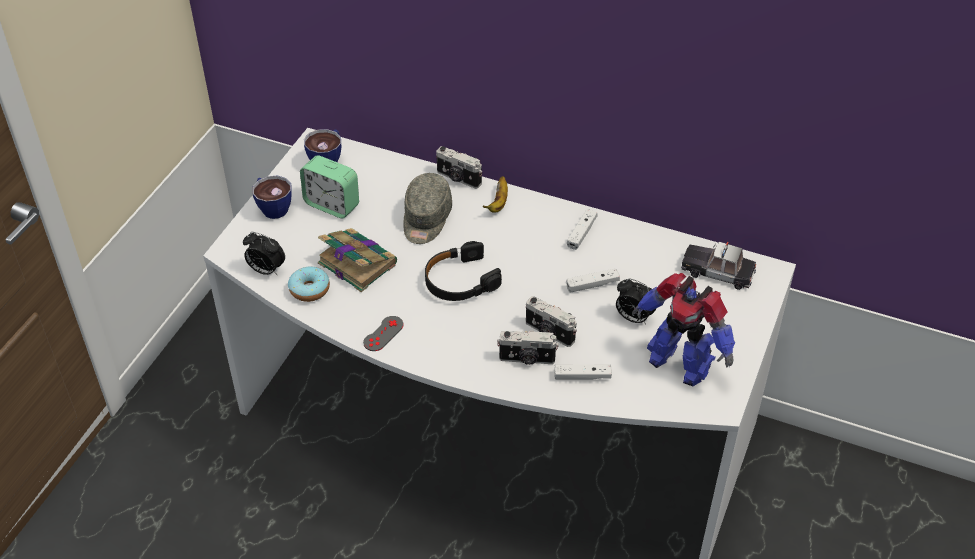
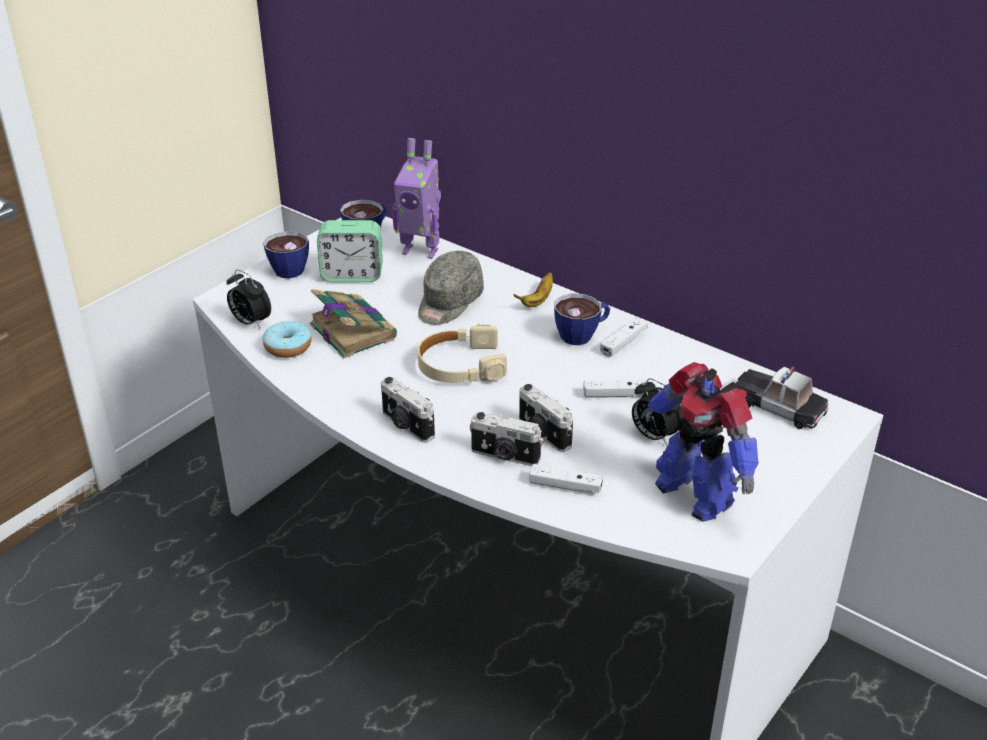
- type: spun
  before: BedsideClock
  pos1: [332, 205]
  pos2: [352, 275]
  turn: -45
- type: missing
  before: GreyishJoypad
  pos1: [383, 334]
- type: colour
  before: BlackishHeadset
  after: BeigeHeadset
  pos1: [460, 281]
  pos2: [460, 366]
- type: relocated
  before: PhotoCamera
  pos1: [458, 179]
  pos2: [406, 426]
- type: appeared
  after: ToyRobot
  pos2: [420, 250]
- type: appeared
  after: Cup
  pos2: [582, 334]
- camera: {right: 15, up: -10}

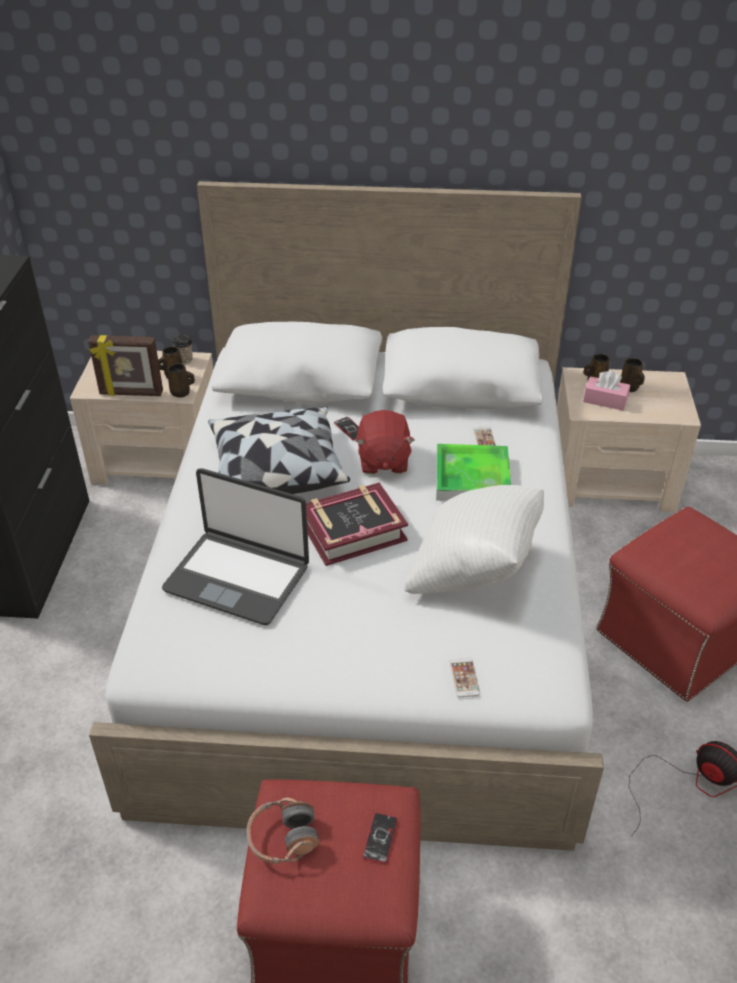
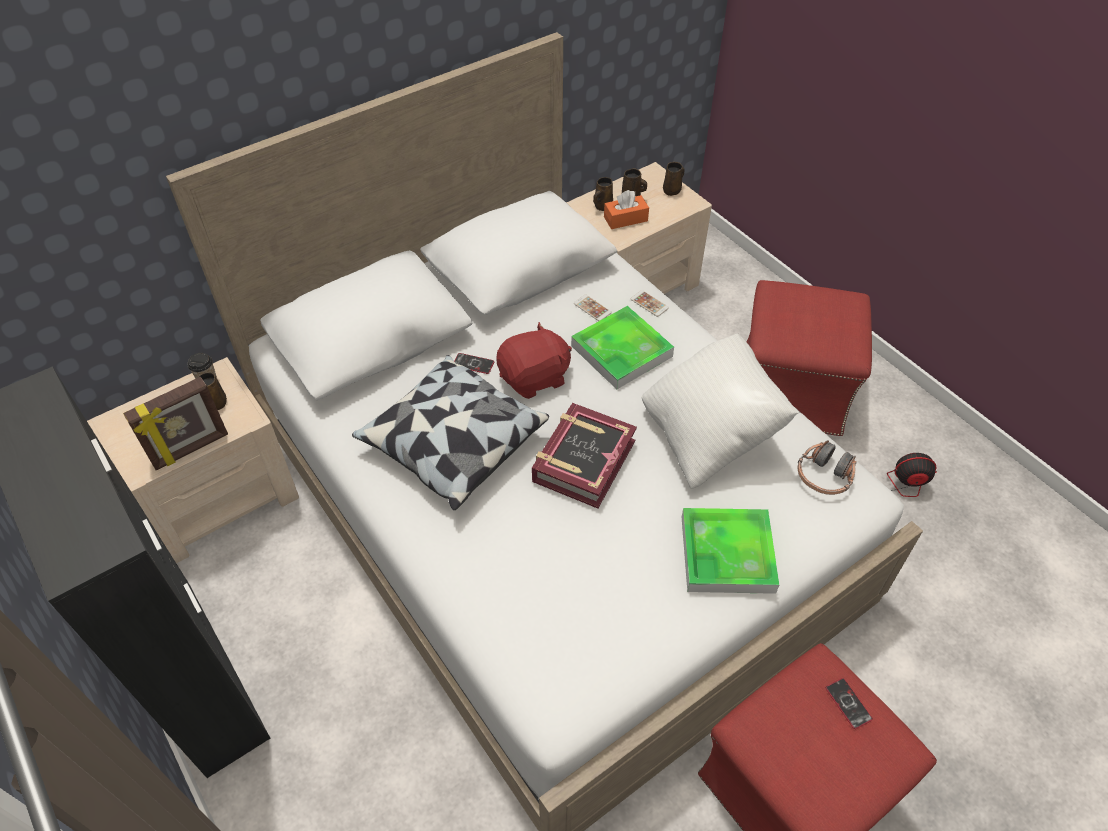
- type: missing
  before: NotebookComputer
  pos1: [238, 577]
- type: relocated
  before: BrownishTeaMug
  pos1: [181, 393]
  pos2: [672, 190]
- type: relocated
  before: Headset
  pos1: [283, 838]
  pos2: [824, 476]
- type: spun
  before: ReddishSoftToy
  pos1: [383, 460]
  pos2: [534, 378]
  turn: -75
- type: relocated
  before: Telephone
  pos1: [464, 678]
  pos2: [649, 303]
- type: colour
  before: PinkColouredBoxOfTissues
  after: OrangeBoxOfTissues
  pos1: [605, 400]
  pos2: [625, 219]
- type: appeared
  after: Tray
  pos2: [727, 554]
- camera: {right: -40, up: 10}

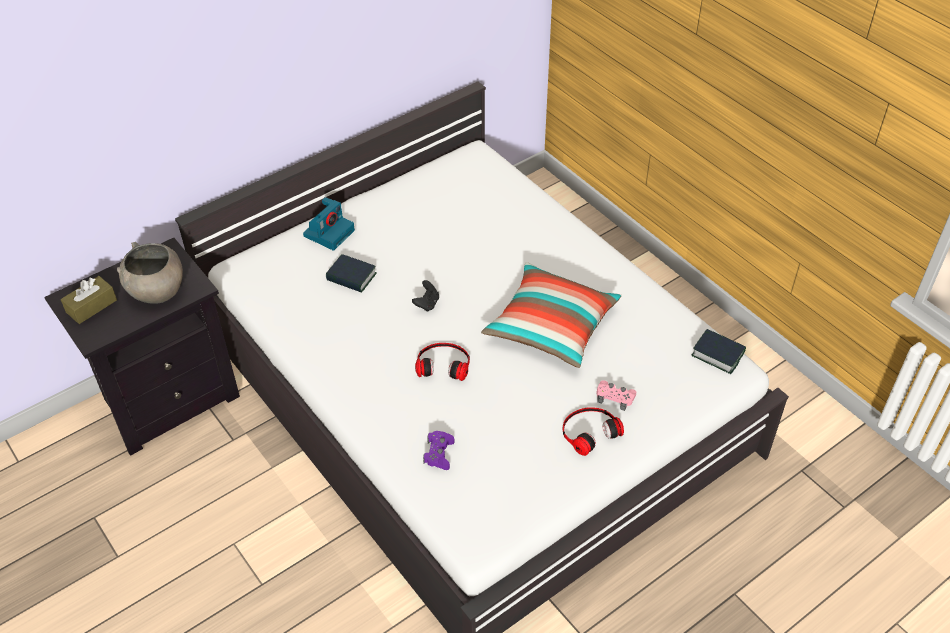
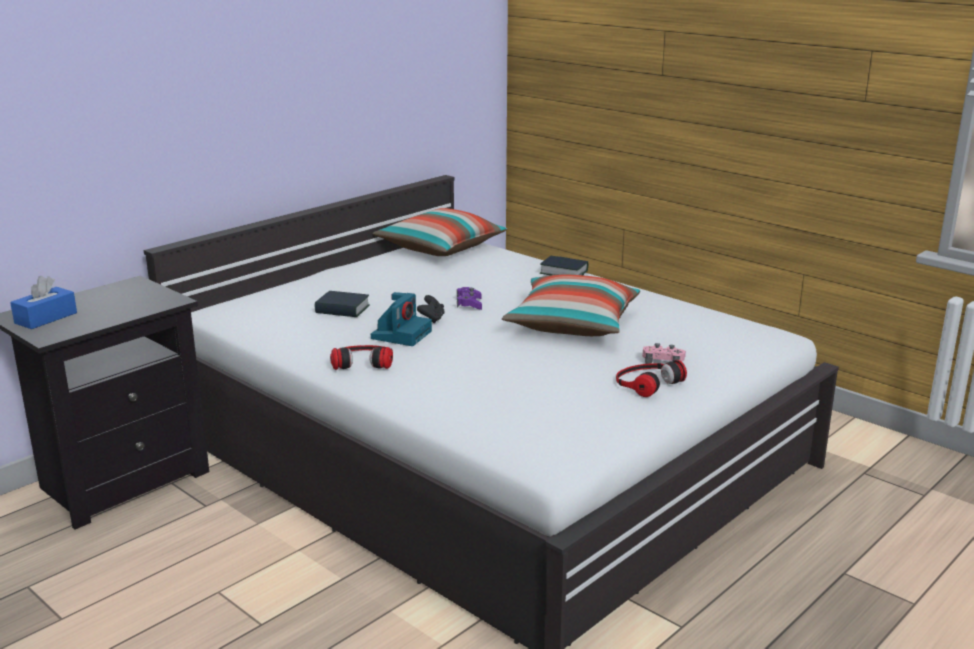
- type: colour
  before: BrownishBoxOfTissues
  after: BluishBoxOfTissues
  pos1: [91, 306]
  pos2: [46, 318]
- type: missing
  before: GreyishDeepDish
  pos1: [157, 292]
- type: relocated
  before: PhotoCamera
  pos1: [329, 232]
  pos2: [401, 334]
- type: relocated
  before: Headset
  pos1: [443, 364]
  pos2: [363, 361]
- type: relocated
  before: PurplishJoypad
  pos1: [439, 453]
  pos2: [469, 303]
- type: relocated
  before: Volume
  pos1: [717, 354]
  pos2: [563, 272]
- type: appeared
  after: Pillow
  pos2: [440, 248]
- camera: {right: -10, up: -25}

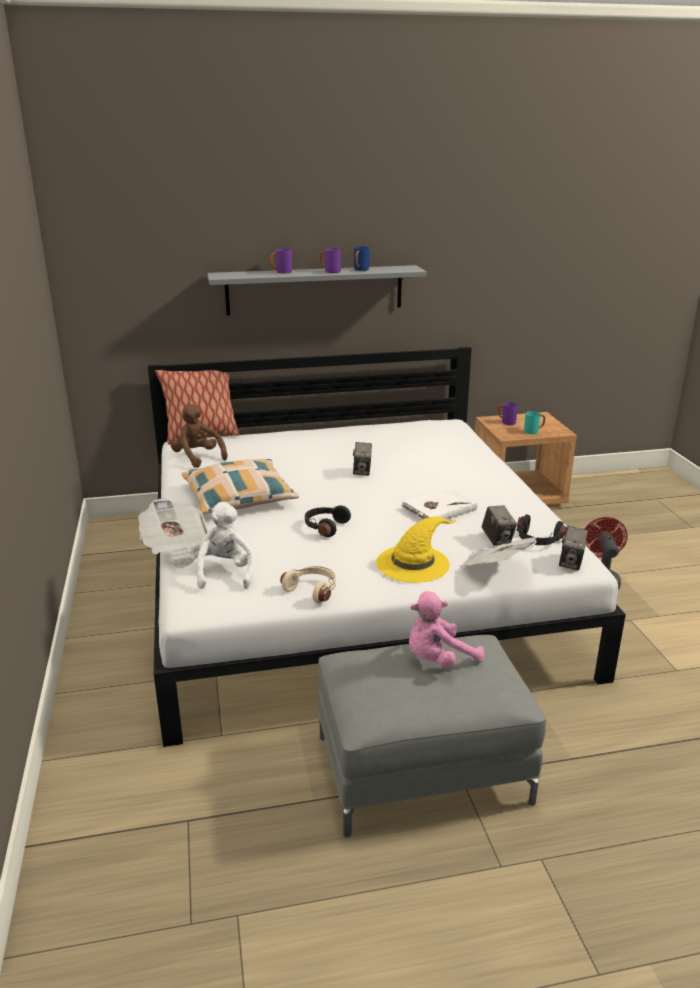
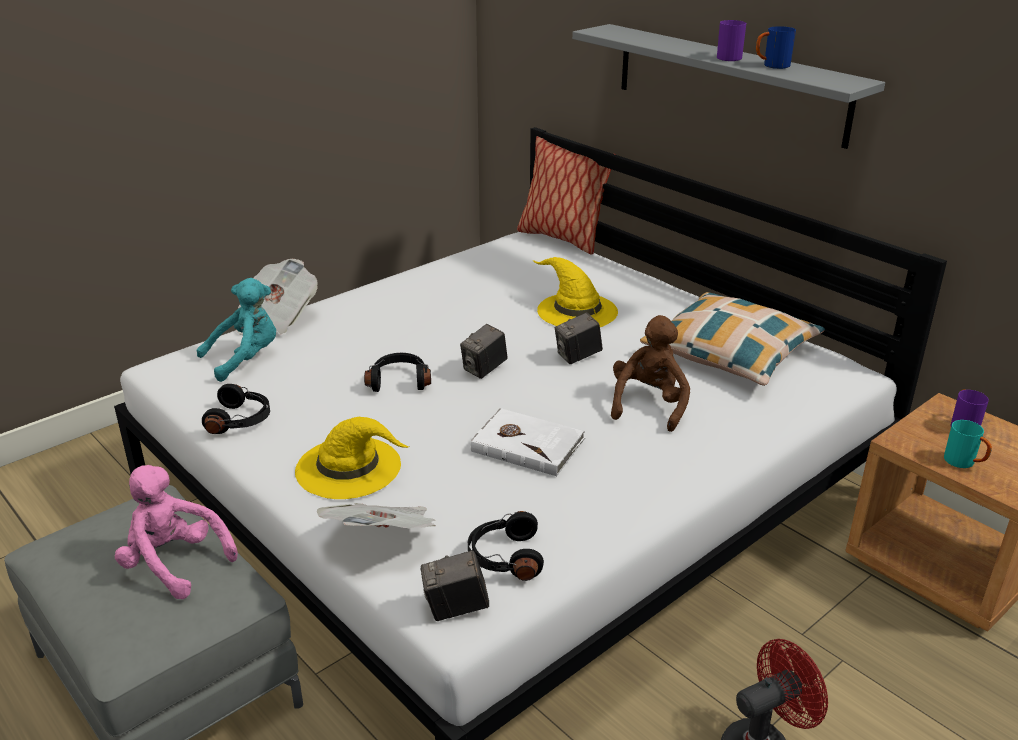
- type: relocated
  before: BrownishSoftToy
  pos1: [198, 458]
  pos2: [649, 405]
- type: relocated
  before: Pillow
  pos1: [239, 497]
  pos2: [730, 352]
- type: colour
  before: WhiteColouredSoftToy
  after: TurquoiseSoftToy
  pos1: [224, 572]
  pos2: [246, 359]
- type: missing
  before: PurplishTeaMug
  pos1: [281, 272]
- type: colour
  before: BeigeHeadset
  after: BlackishHeadset
  pos1: [313, 590]
  pos2: [241, 420]
- type: relocated
  before: PhotoCamera
  pos1: [497, 539]
  pos2: [484, 369]
- type: appeared
  after: YellowWearableHat
  pos2: [576, 310]
- camera: {right: 60, up: 5}

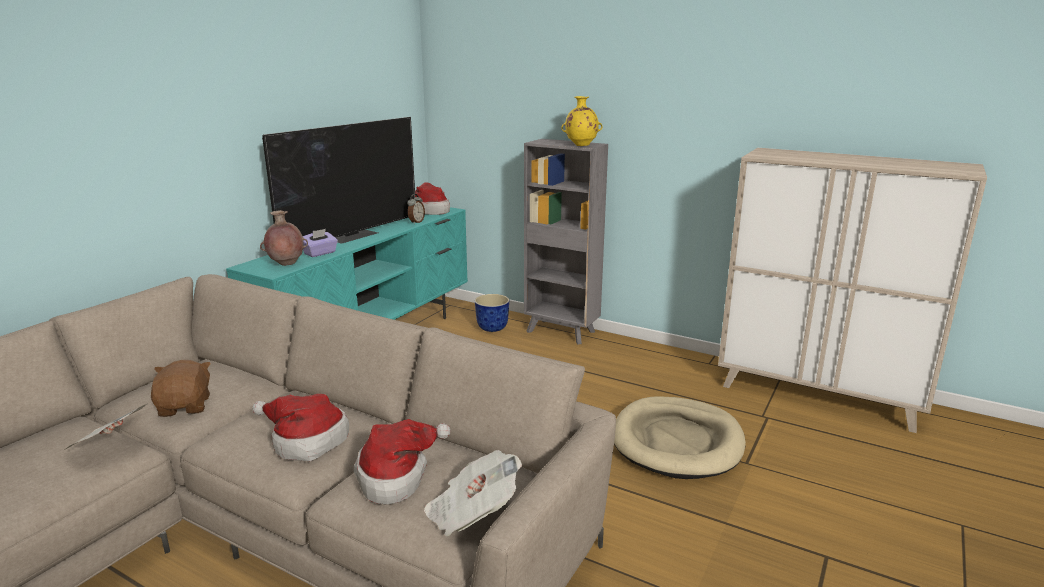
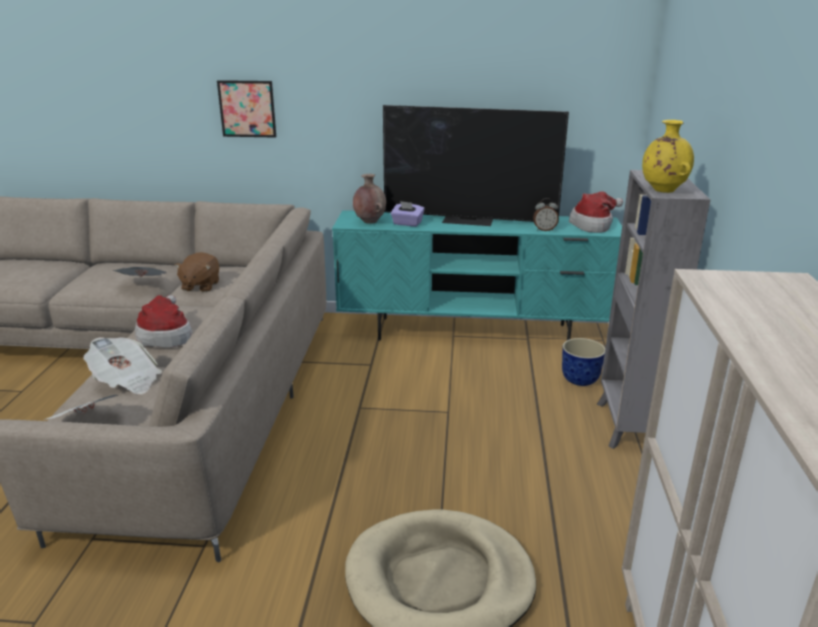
- type: spun
  before: BrownishSoftToy
  pos1: [186, 406]
  pos2: [200, 286]
  turn: 135
- type: exchanged
  before: WearableHat
  after: Newspaper
  pos1: [397, 477]
  pos2: [127, 381]
- type: appeared
  after: WallArt
  pos2: [247, 109]
- camera: {right: 65, up: 5}

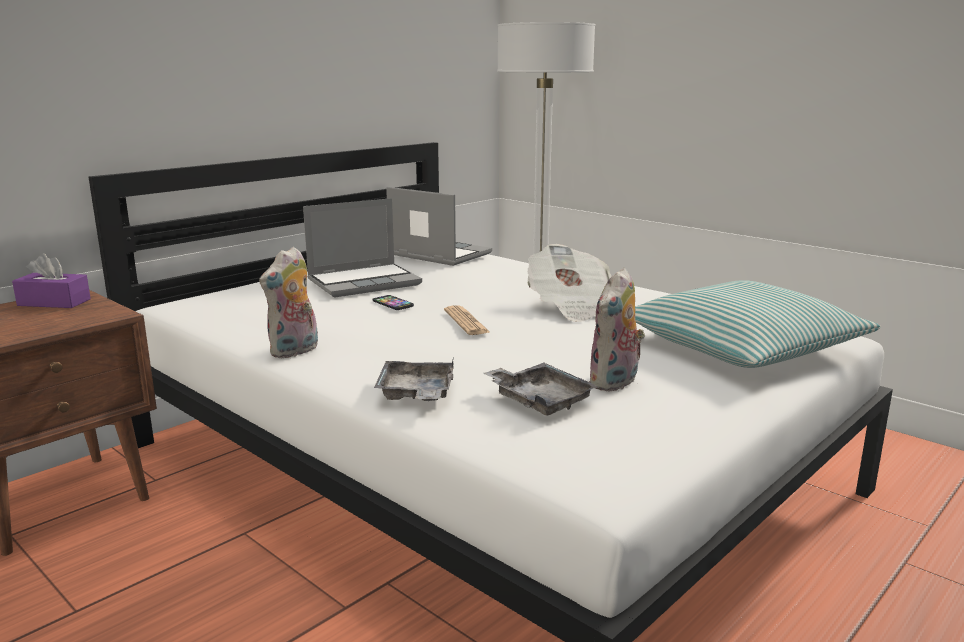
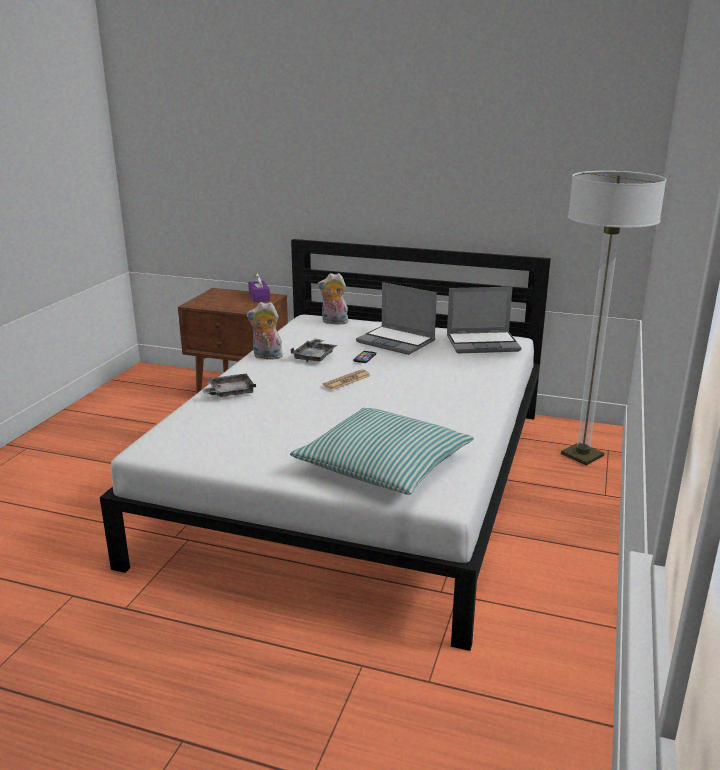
- type: spun
  before: NotebookComputer
  pos1: [438, 254]
  pos2: [483, 343]
  turn: 75
- type: relocated
  before: GreyishTray
  pos1: [539, 400]
  pos2: [315, 356]
- type: missing
  before: Newspaper
  pos1: [571, 307]
- type: relocated
  before: SoftToy
  pos1: [615, 383]
  pos2: [334, 322]
- camera: {right: 65, up: 5}

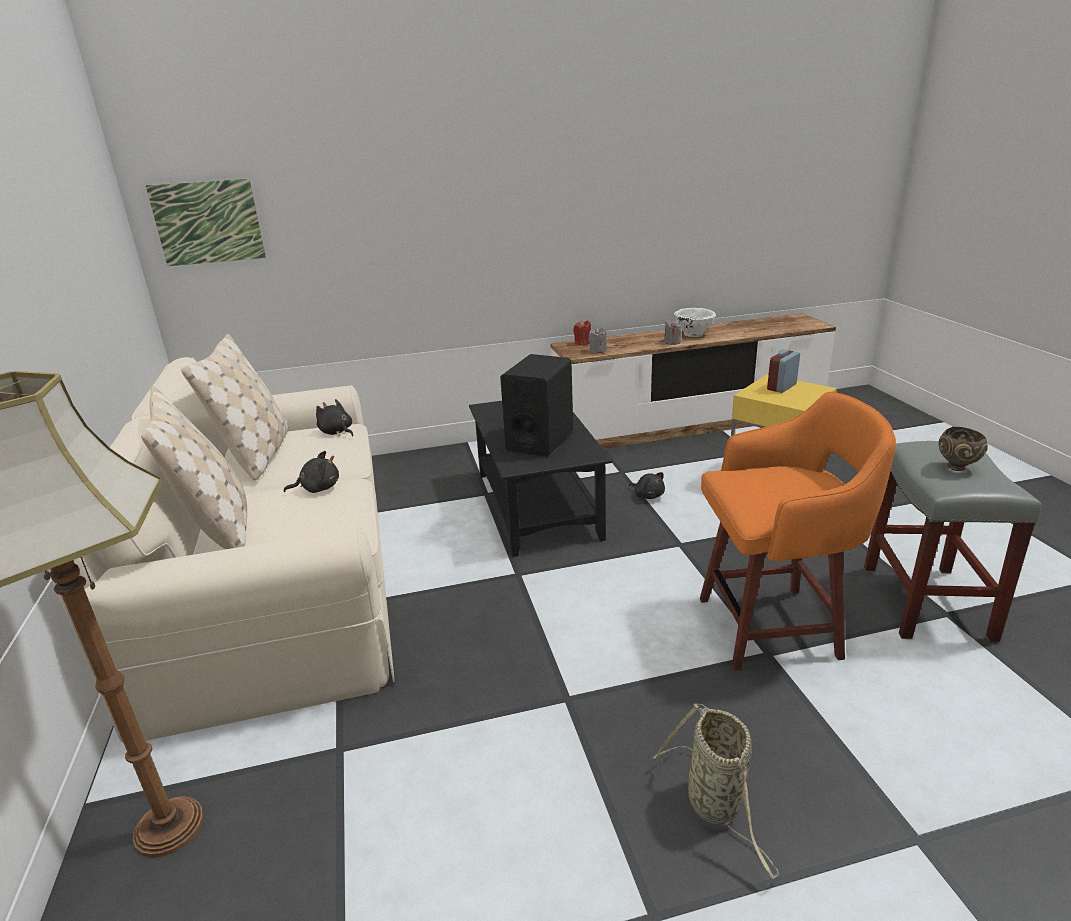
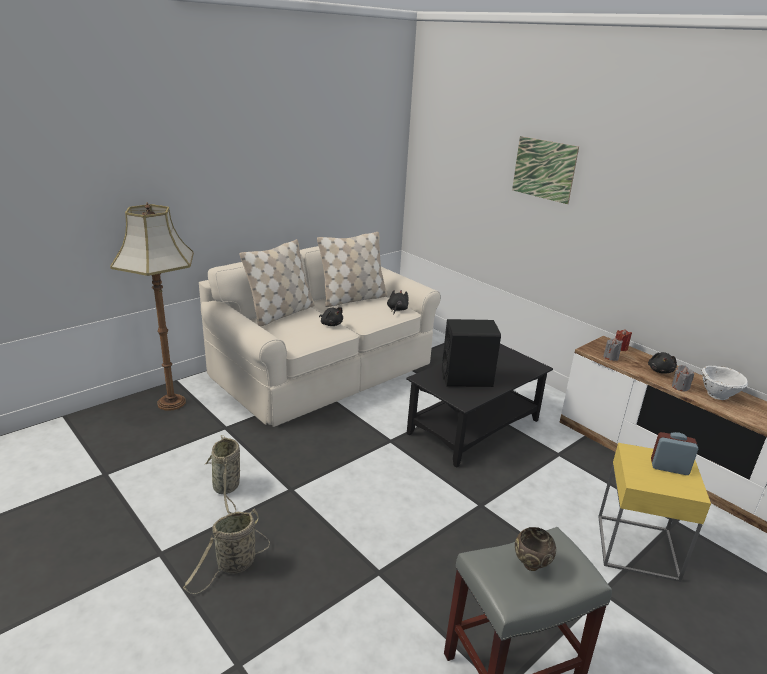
- type: relocated
  before: WallArt
  pos1: [208, 222]
  pos2: [544, 169]
- type: relocated
  before: BlackishSoftToy
  pos1: [648, 495]
  pos2: [660, 370]
- type: missing
  before: OrangeStoolSeat
  pos1: [773, 626]
- type: appeared
  after: StorageBasket
  pos2: [227, 488]
- camera: {right: 60, up: 0}

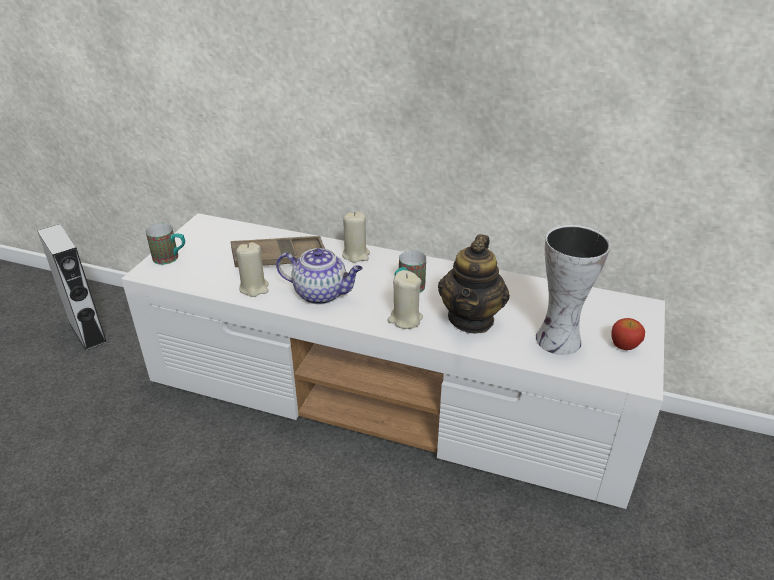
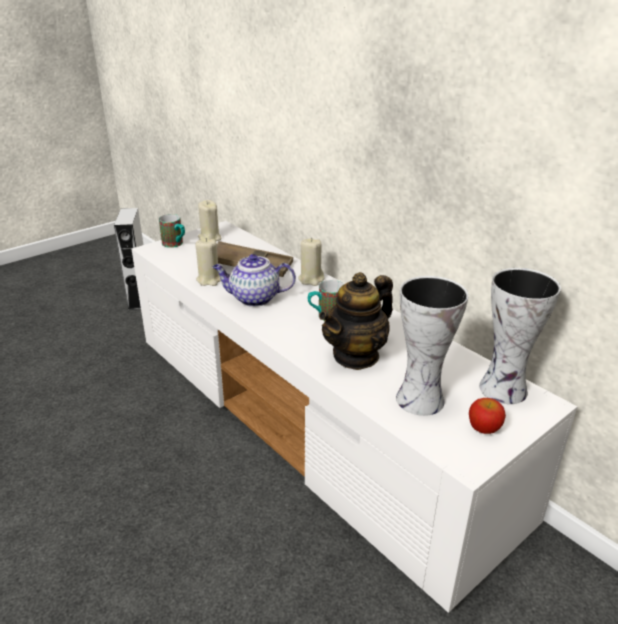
- type: spun
  before: Teapot
  pos1: [322, 293]
  pos2: [254, 298]
  turn: 135
- type: relocated
  before: BeigeWaxCandle
  pos1: [405, 319]
  pos2: [209, 238]
- type: appeared
  after: Vase
  pos2: [502, 390]
- camera: {right: 30, up: -5}

